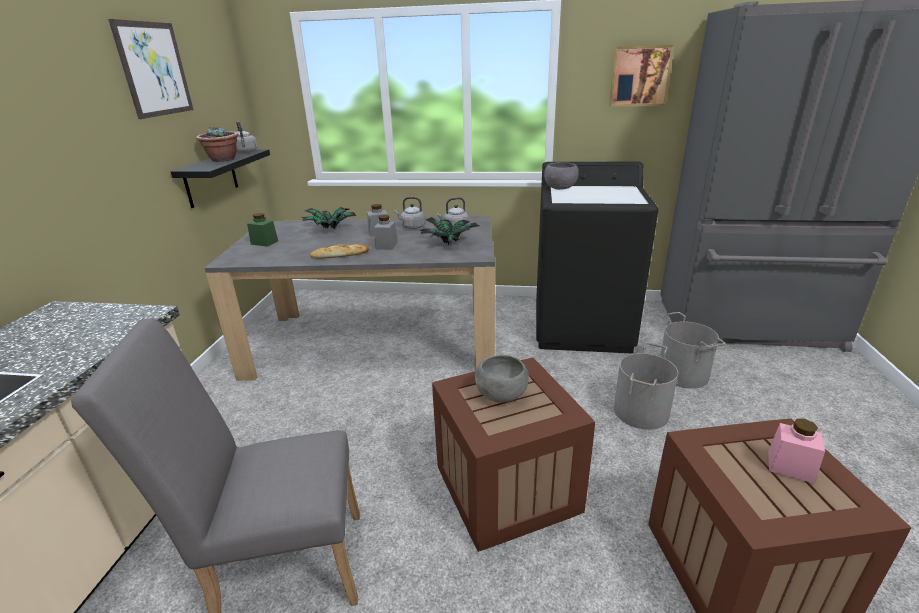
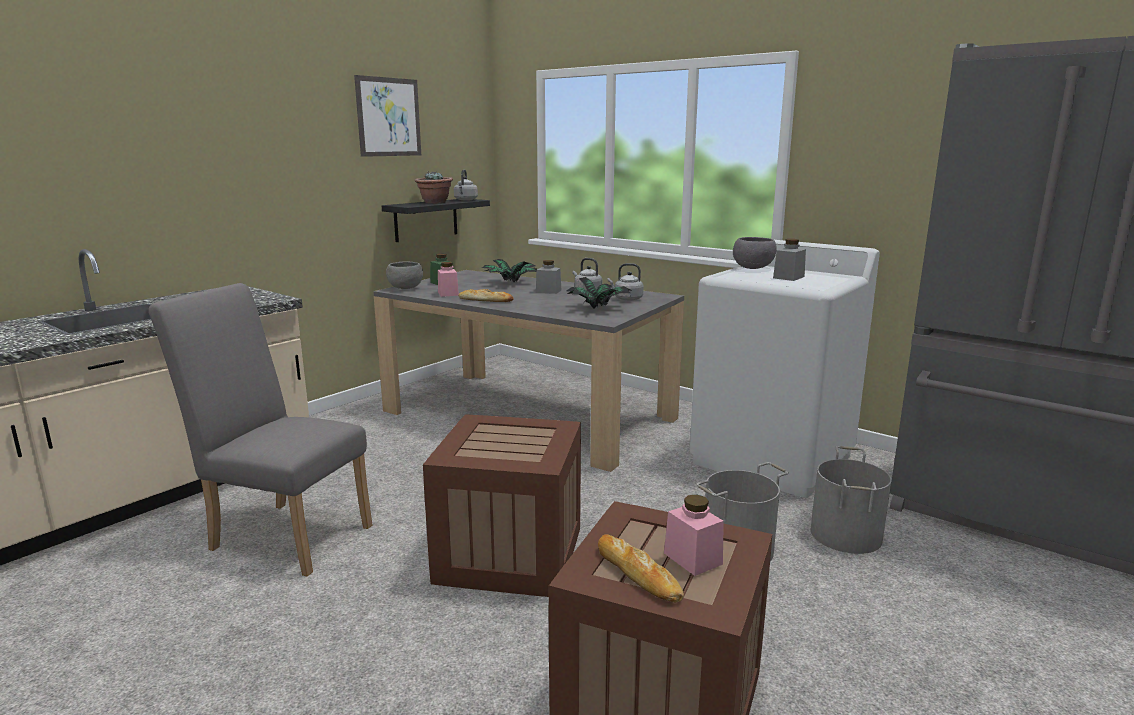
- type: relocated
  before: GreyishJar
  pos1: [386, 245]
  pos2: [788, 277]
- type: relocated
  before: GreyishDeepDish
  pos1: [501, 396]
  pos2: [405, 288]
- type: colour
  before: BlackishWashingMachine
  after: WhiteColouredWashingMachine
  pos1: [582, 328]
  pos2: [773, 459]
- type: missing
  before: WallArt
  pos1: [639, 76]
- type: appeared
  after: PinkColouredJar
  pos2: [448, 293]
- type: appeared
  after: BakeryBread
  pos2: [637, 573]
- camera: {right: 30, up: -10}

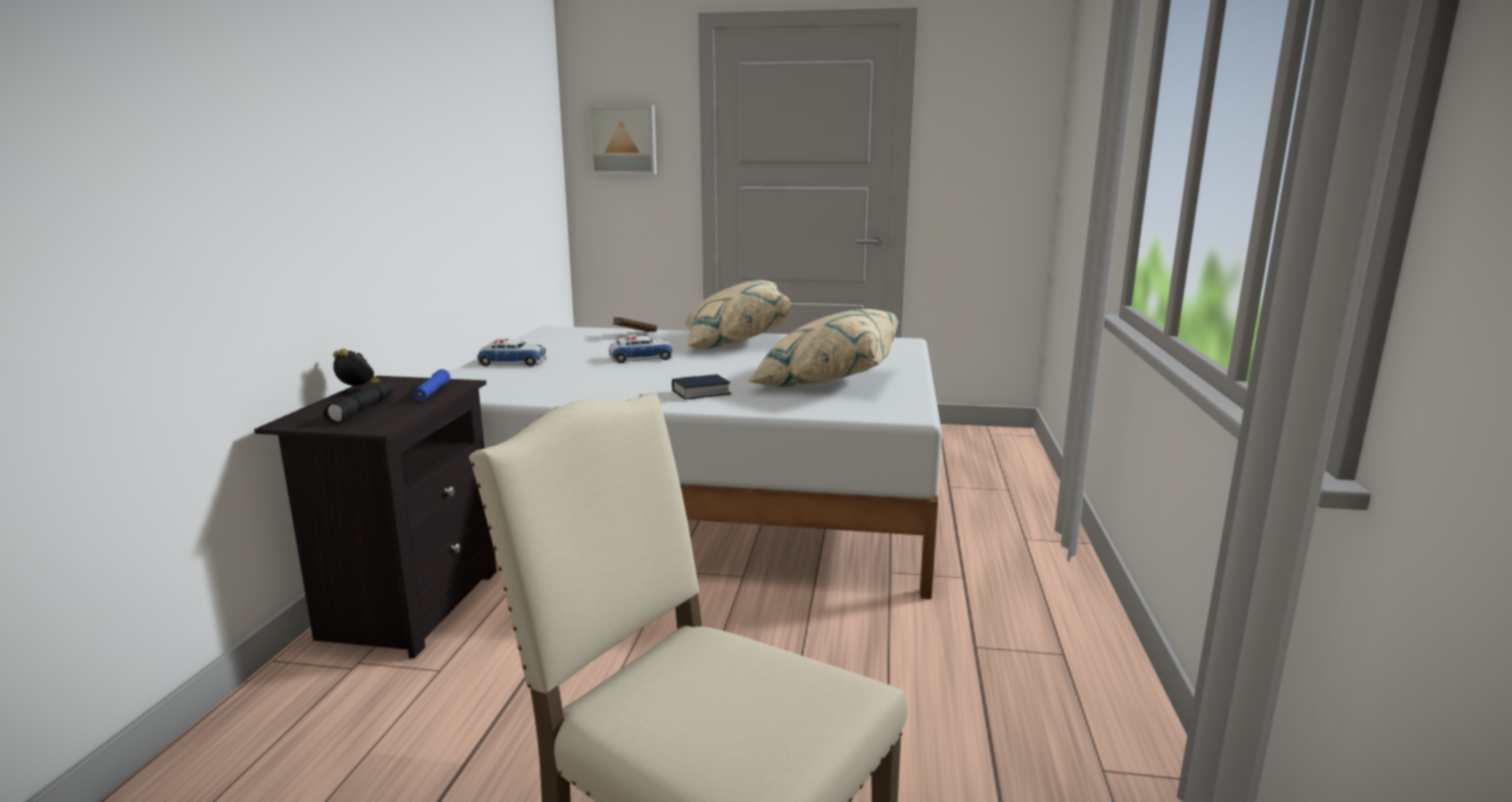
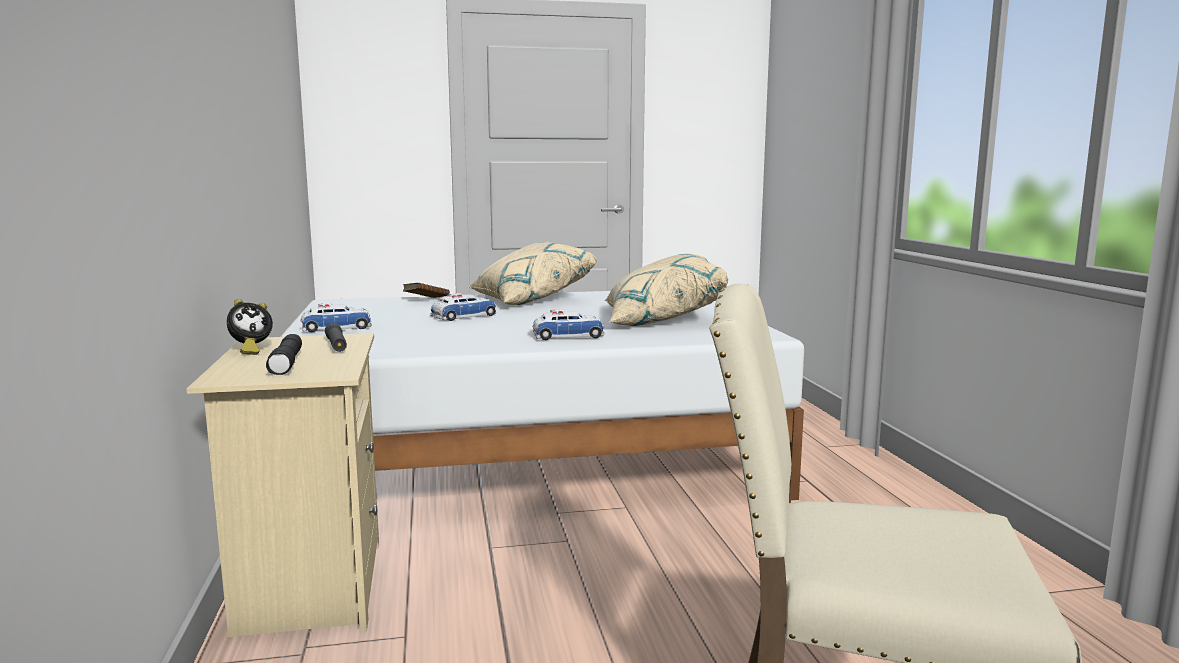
- type: colour
  before: BlackishNightTable
  after: BeigeNightTable
  pos1: [407, 605]
  pos2: [309, 586]
- type: spun
  before: BedsideClock
  pos1: [359, 391]
  pos2: [250, 351]
  turn: 120
- type: colour
  before: BluishTorch
  after: BlackishTorch
  pos1: [432, 392]
  pos2: [336, 345]
- type: missing
  before: WallArt
  pos1: [623, 140]
- type: exchanged
  before: Volume
  after: ModelCar
  pos1: [701, 393]
  pos2: [568, 335]
- camera: {right: -20, up: -5}

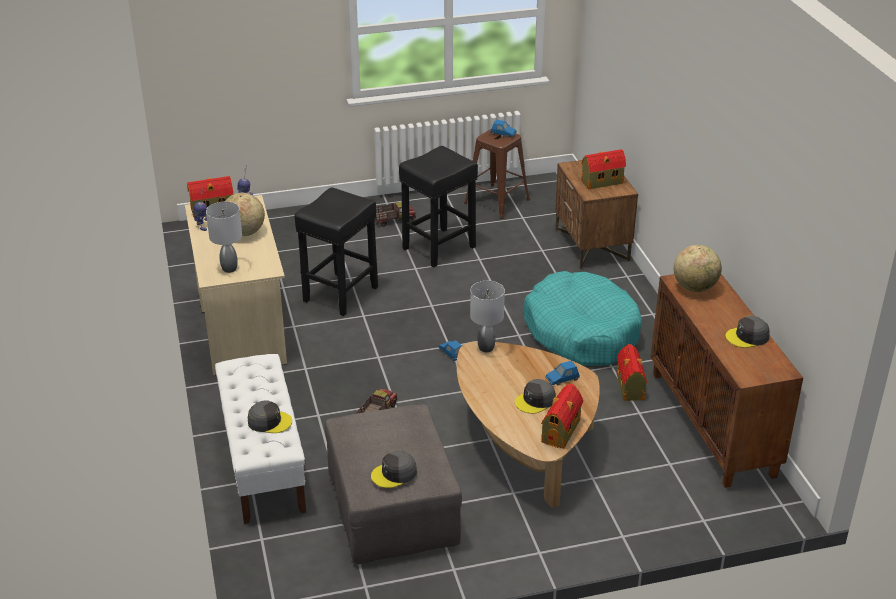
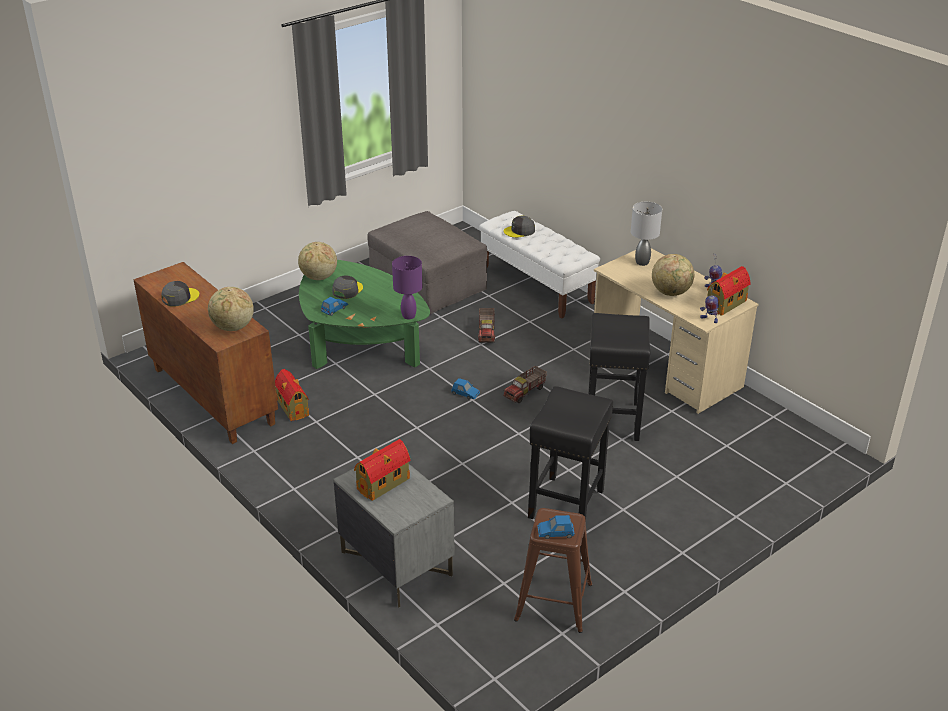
- type: missing
  before: GreyishPeakedCap
  pos1: [394, 474]
- type: relocated
  before: ToyLorry
  pos1: [393, 220]
  pos2: [525, 392]
- type: colour
  before: BrownishLowTable
  after: GreenColouredLowTable
  pos1: [525, 446]
  pos2: [360, 341]
- type: colour
  before: GreyishTabletopLamp
  after: PurplishTabletopLamp
  pos1: [486, 348]
  pos2: [408, 316]
- type: missing
  before: TurquoiseDogCushion
  pos1: [581, 332]
- type: exchanged
  before: ModelHouse
  after: WorldGlobe
  pos1: [561, 430]
  pos2: [318, 277]
- type: colour
  before: BrownishNightTable
  after: GreyishNightTable
  pos1: [592, 245]
  pos2: [395, 563]
- camera: {right: 155, up: 0}

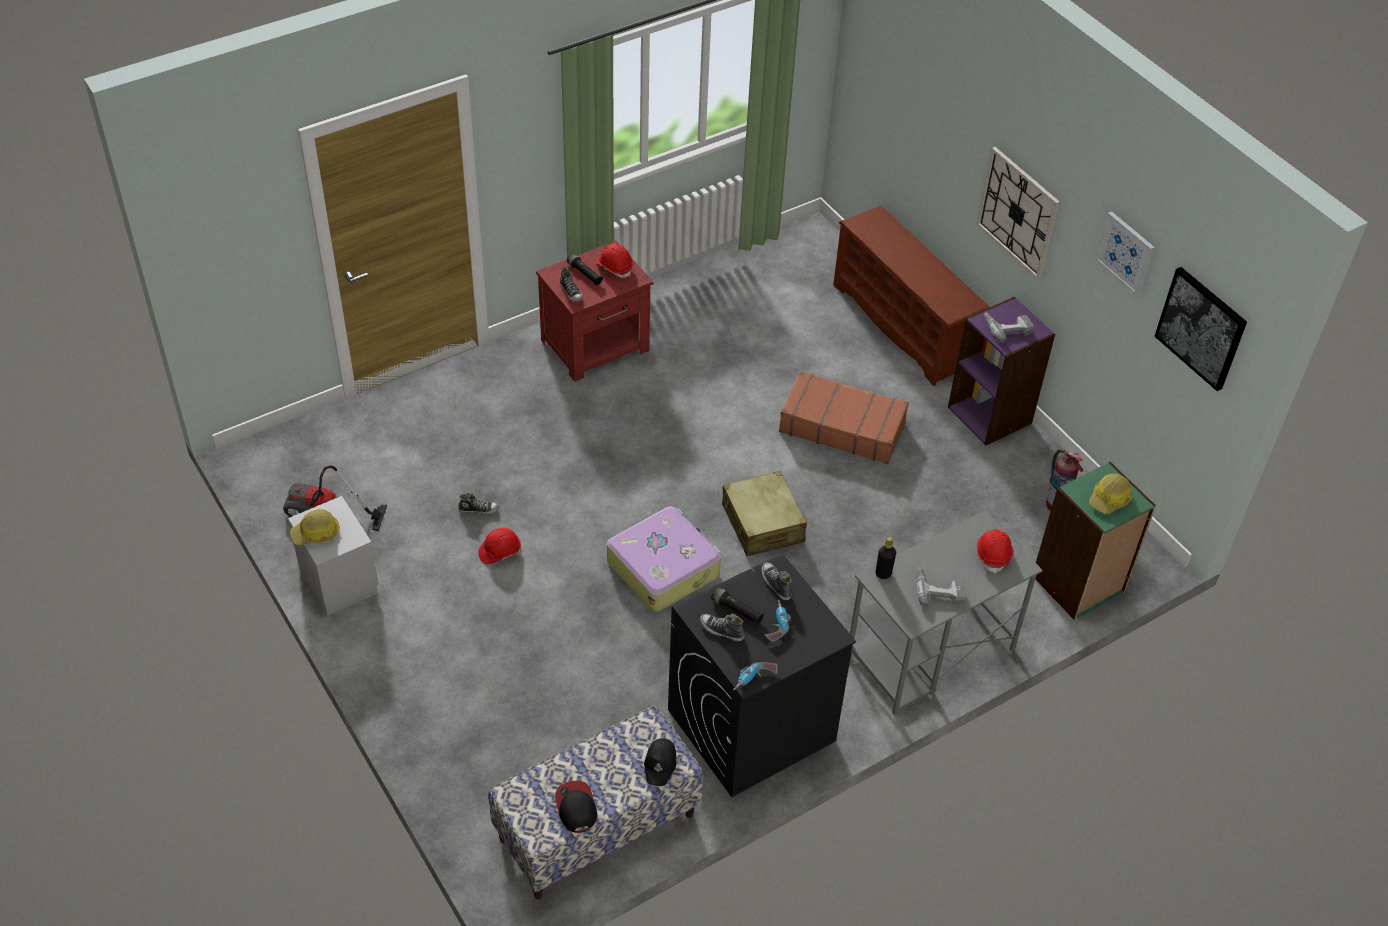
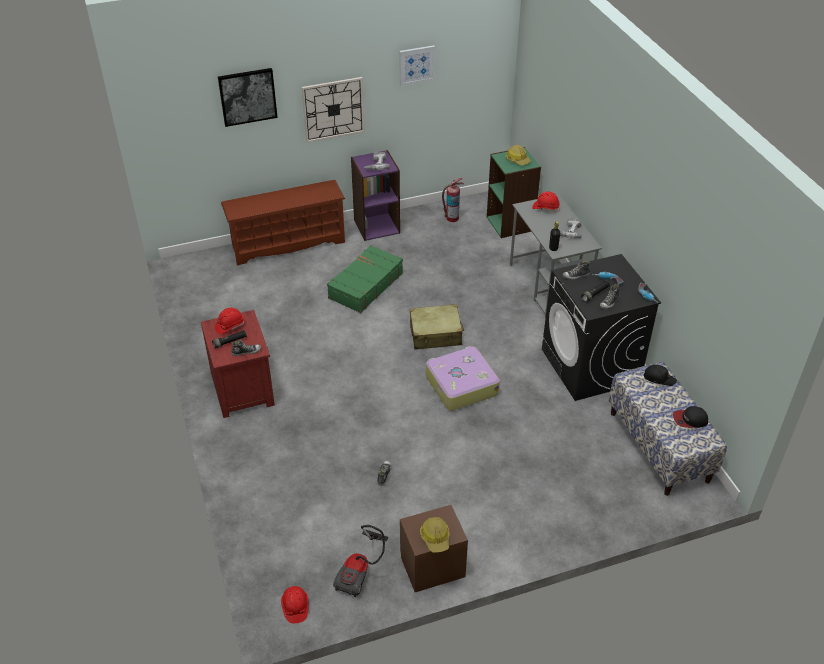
- type: colour
  before: GreyishNightTable
  after: BrownishNightTable
  pos1: [339, 581]
  pos2: [432, 567]
- type: relocated
  before: ReddishSafetyHelmet
  pos1: [500, 552]
  pos2: [295, 607]
- type: colour
  before: BrownishPieceOfLuggage
  after: GreenColouredPieceOfLuggage
  pos1: [842, 427]
  pos2: [365, 285]
- type: relocated
  before: WallArt
  pos1: [1201, 328]
  pos2: [247, 96]
- camera: {right: -75, up: -5}

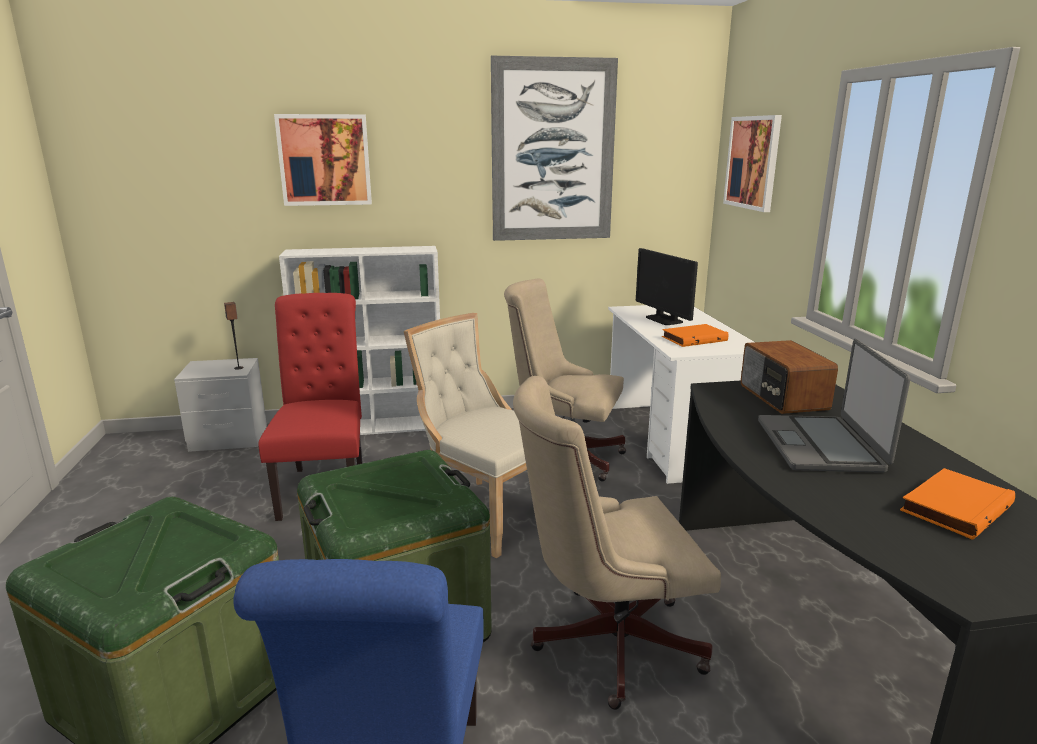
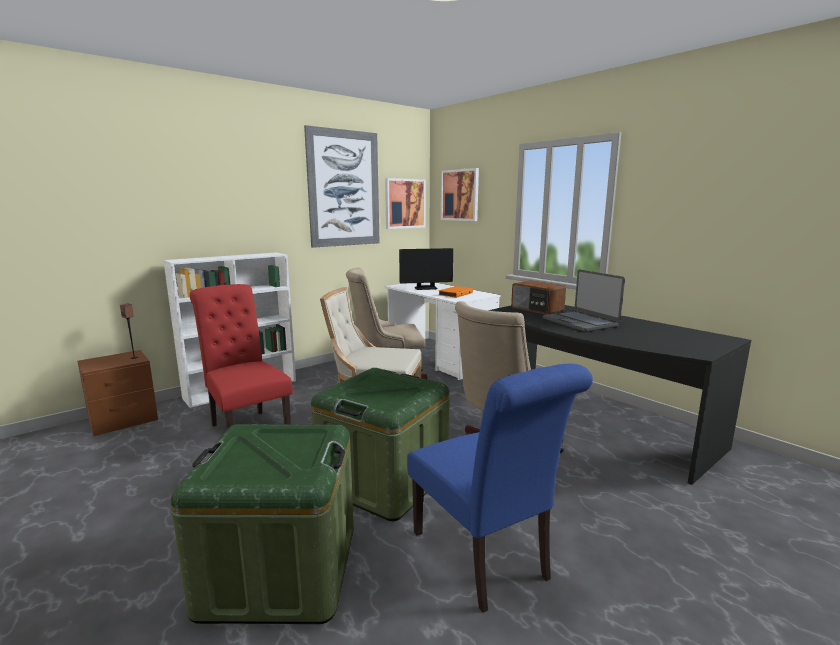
- type: colour
  before: GreyishNightTable
  after: BrownishNightTable
  pos1: [228, 438]
  pos2: [123, 420]
- type: relocated
  before: WallArt
  pos1: [324, 160]
  pos2: [405, 203]
- type: spun
  before: Monitor
  pos1: [664, 320]
  pos2: [426, 288]
  turn: -45
- type: missing
  before: OrangeVolume
  pos1: [953, 507]
- camera: {right: -30, up: -5}

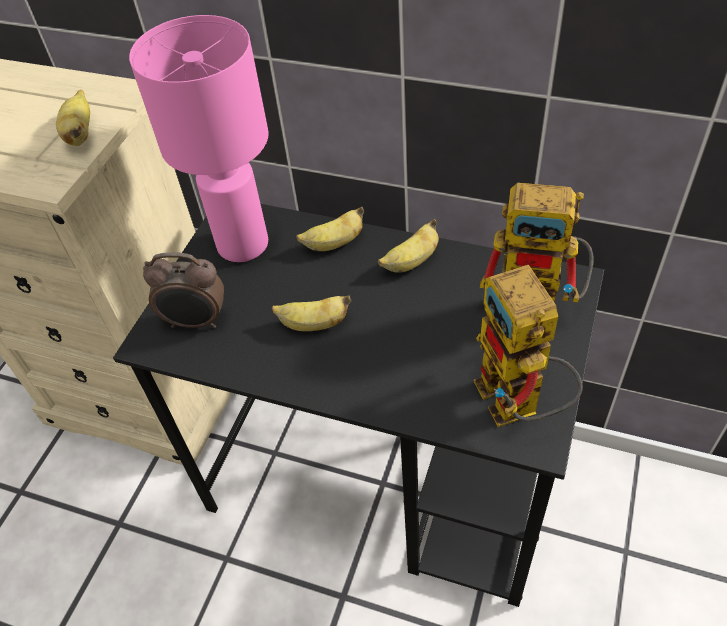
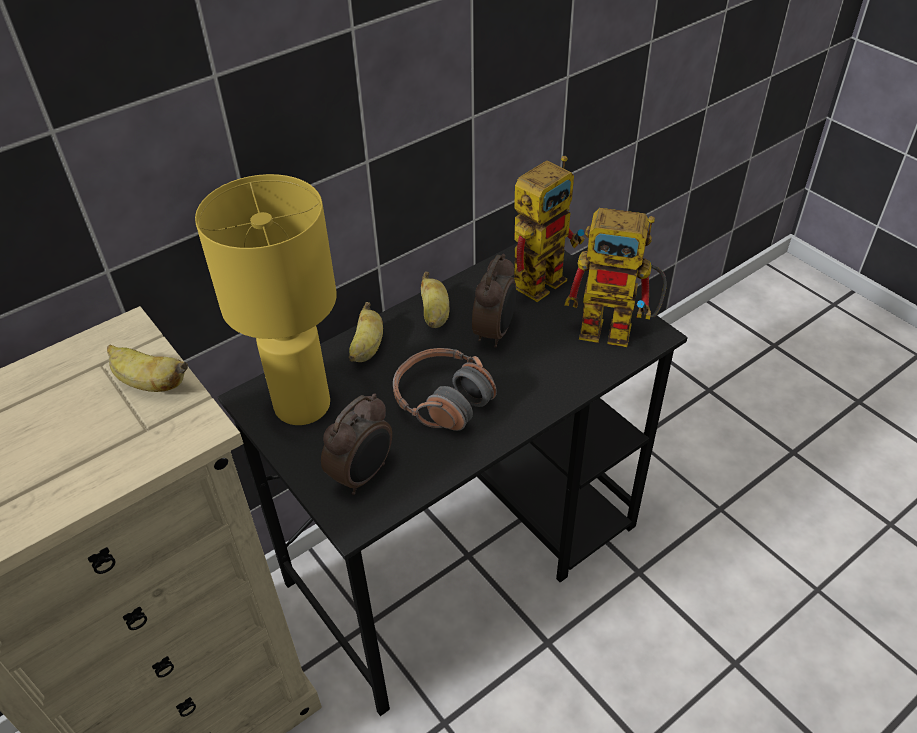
- type: colour
  before: PinkColouredTabletopLamp
  after: YellowTabletopLamp
  pos1: [244, 244]
  pos2: [303, 404]
- type: exchanged
  before: BananaFruit
  after: Headset
  pos1: [313, 324]
  pos2: [443, 400]
- type: appeared
  after: BedsideClock
  pos2: [495, 332]
- camera: {right: -60, up: -5}

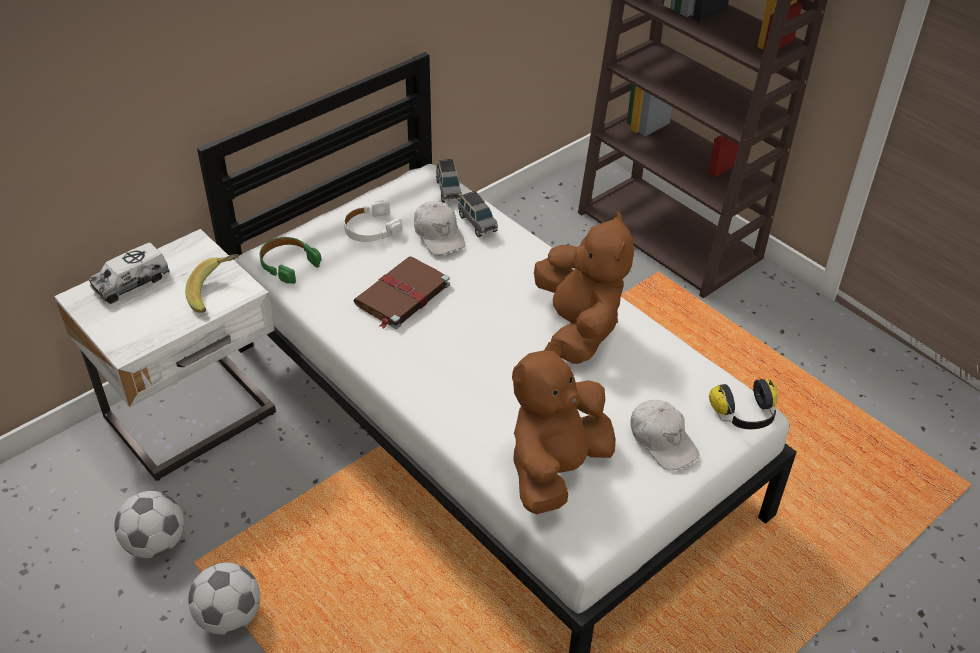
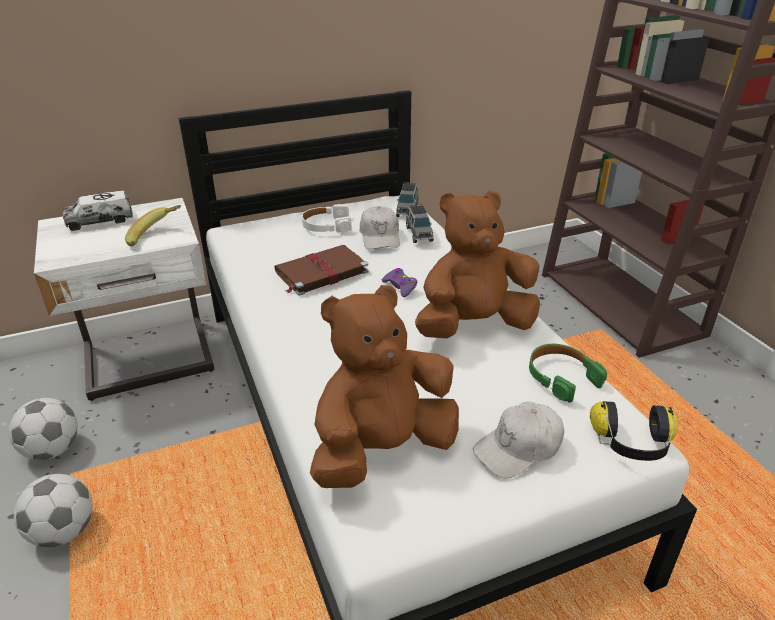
- type: relocated
  before: GreenColouredHeadset
  pos1: [288, 264]
  pos2: [561, 377]
- type: spun
  before: BrownishSoftToy
  pos1: [578, 327]
  pos2: [474, 325]
  turn: -120
- type: spun
  before: WhiteColouredPeakedCap
  pos1: [662, 440]
  pos2: [519, 448]
  turn: 75
- type: appeared
  after: PurplishJoypad
  pos2: [400, 286]
- camera: {right: 20, up: -10}

